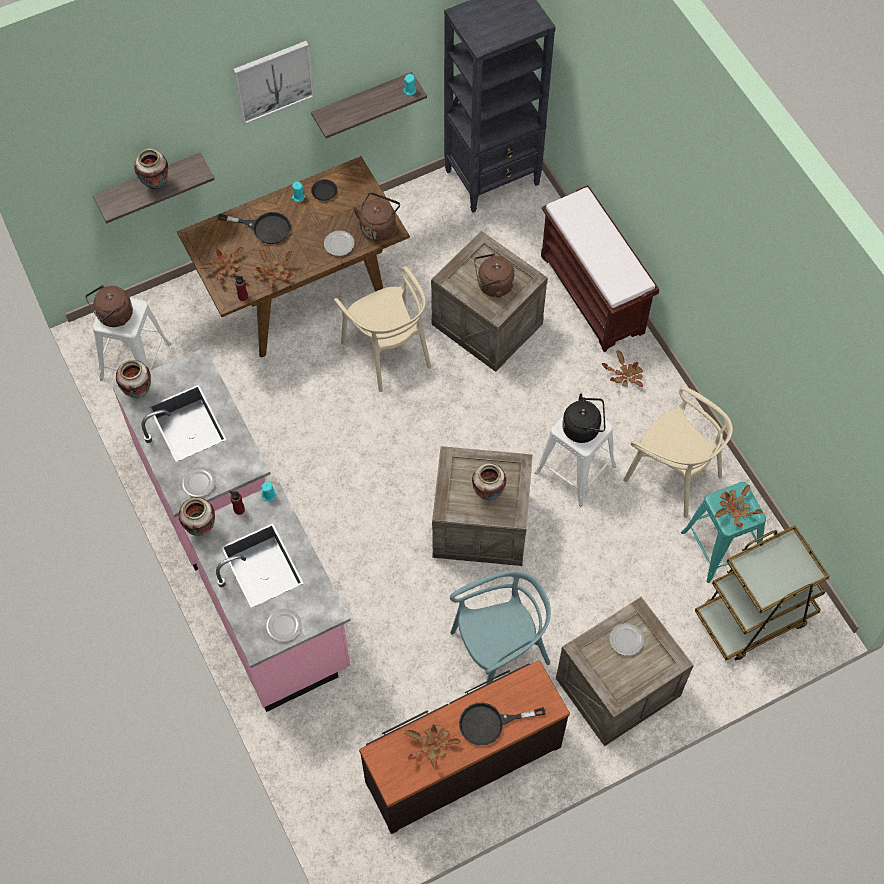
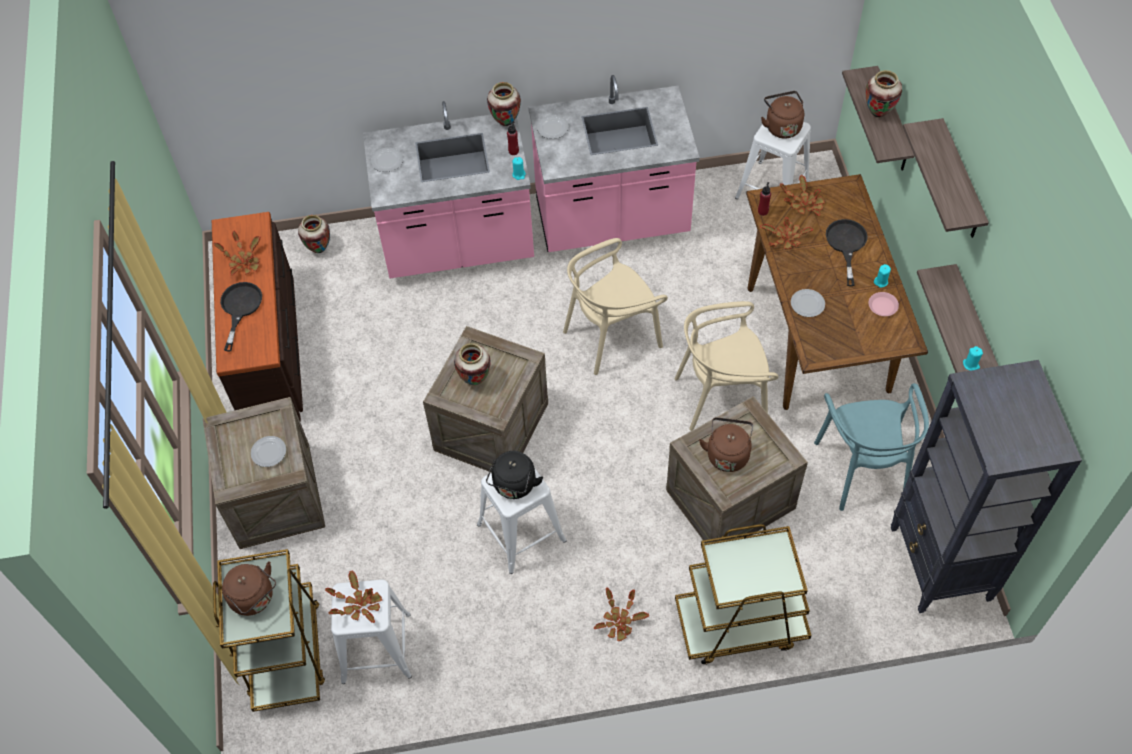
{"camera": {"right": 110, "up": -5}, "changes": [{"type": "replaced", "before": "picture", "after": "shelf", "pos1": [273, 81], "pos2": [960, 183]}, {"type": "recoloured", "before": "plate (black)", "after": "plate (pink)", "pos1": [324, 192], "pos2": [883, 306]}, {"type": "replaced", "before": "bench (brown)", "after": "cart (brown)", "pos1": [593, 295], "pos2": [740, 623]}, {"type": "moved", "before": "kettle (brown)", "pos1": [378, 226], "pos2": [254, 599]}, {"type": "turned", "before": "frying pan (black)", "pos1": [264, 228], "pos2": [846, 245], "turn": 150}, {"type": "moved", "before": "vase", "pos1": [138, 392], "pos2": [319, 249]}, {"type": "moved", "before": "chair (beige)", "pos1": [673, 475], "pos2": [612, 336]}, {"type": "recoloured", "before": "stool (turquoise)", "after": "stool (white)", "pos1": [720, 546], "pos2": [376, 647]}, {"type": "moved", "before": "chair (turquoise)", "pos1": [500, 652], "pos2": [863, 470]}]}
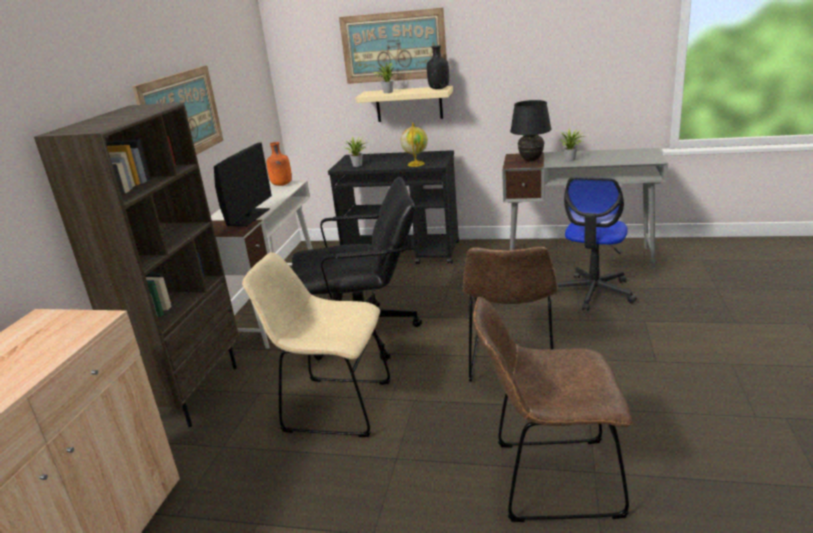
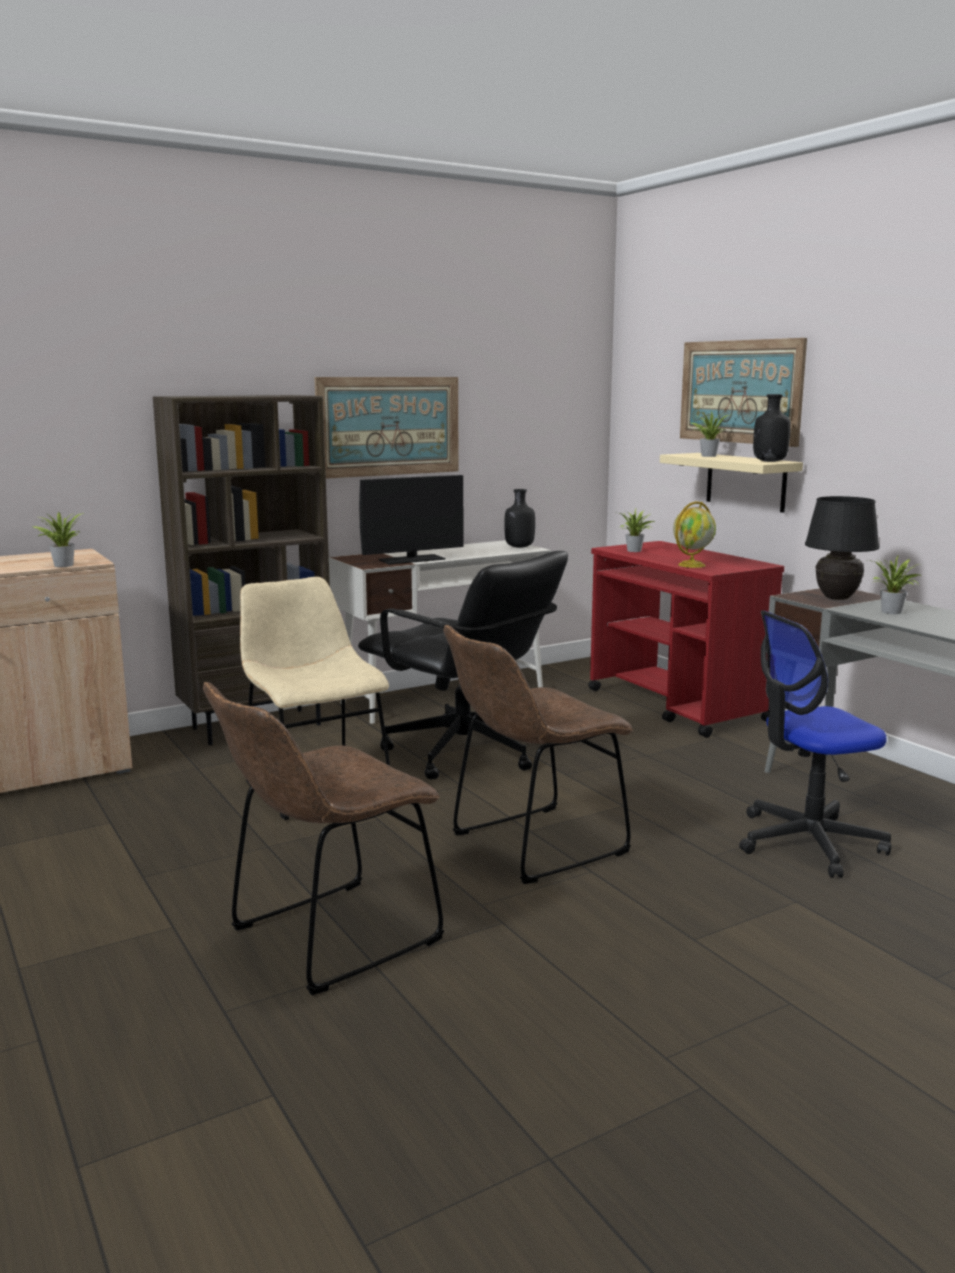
{"camera": {"right": 45, "up": -10}, "changes": [{"type": "recoloured", "before": "bottle (orange)", "after": "bottle (black)", "pos1": [281, 184], "pos2": [519, 547]}, {"type": "recoloured", "before": "cart (black)", "after": "cart (red)", "pos1": [403, 253], "pos2": [677, 705]}, {"type": "turned", "before": "chair (brown)", "pos1": [549, 479], "pos2": [327, 939], "turn": -90}, {"type": "added", "after": "potted plant", "pos2": [62, 565]}]}
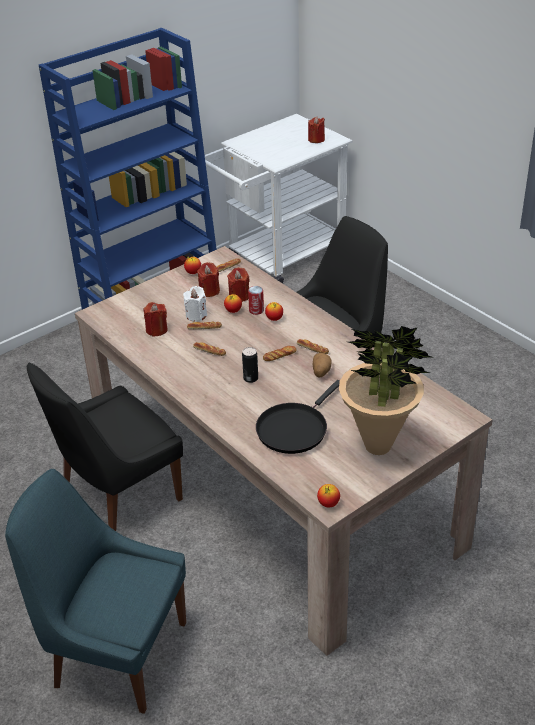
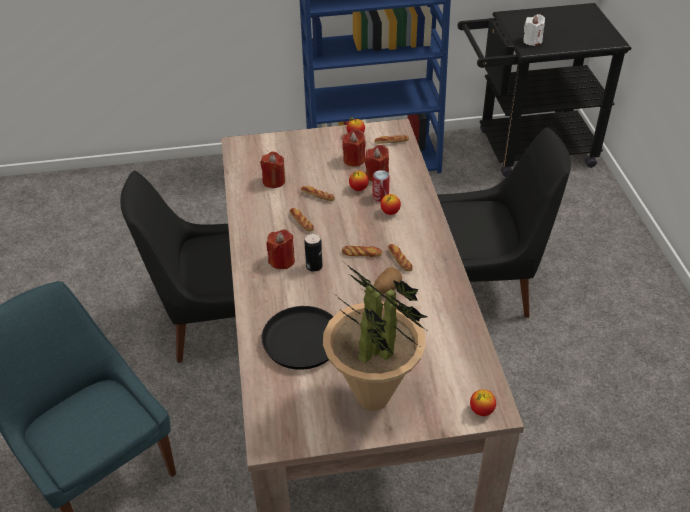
{"camera": {"right": 30, "up": 5}, "changes": [{"type": "recoloured", "before": "cart (white)", "after": "cart (black)", "pos1": [278, 258], "pos2": [525, 149]}, {"type": "moved", "before": "candle (red)", "pos1": [316, 140], "pos2": [282, 261]}, {"type": "moved", "before": "candle (white)", "pos1": [196, 315], "pos2": [532, 41]}, {"type": "moved", "before": "apple", "pos1": [328, 504], "pos2": [481, 410]}]}
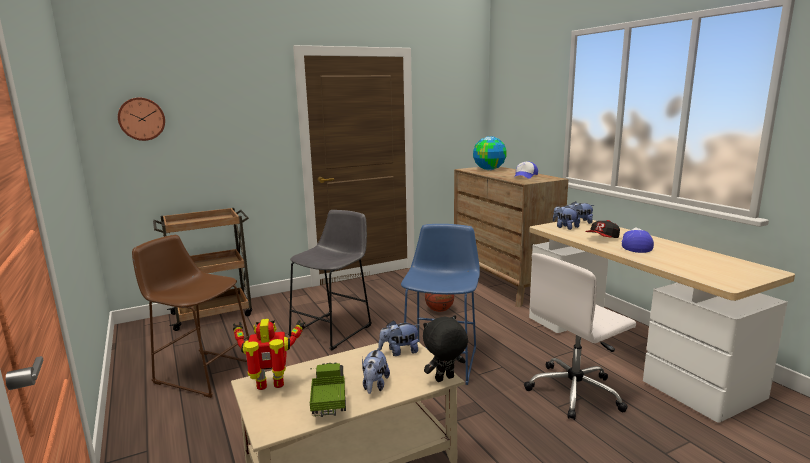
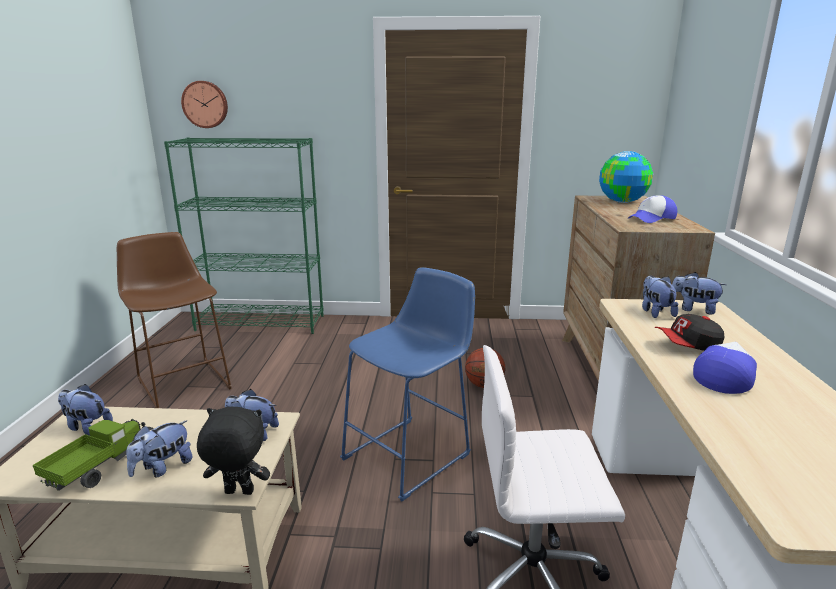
{"camera": {"right": 30, "up": 5}, "changes": [{"type": "replaced", "before": "cart (brown)", "after": "bookcase (green)", "pos1": [213, 314], "pos2": [261, 323]}, {"type": "removed", "before": "stool (grey)", "pos1": [334, 329]}, {"type": "replaced", "before": "toy robot", "after": "plush toy", "pos1": [271, 386], "pos2": [87, 426]}]}
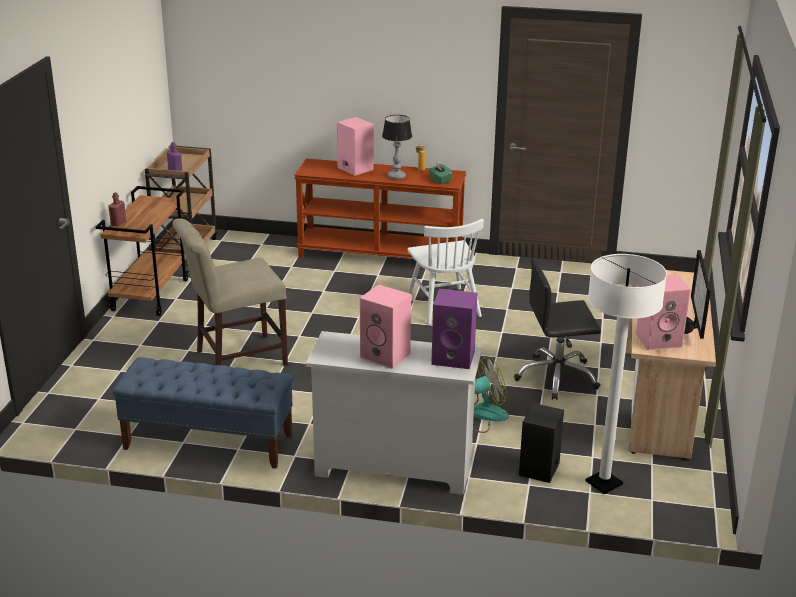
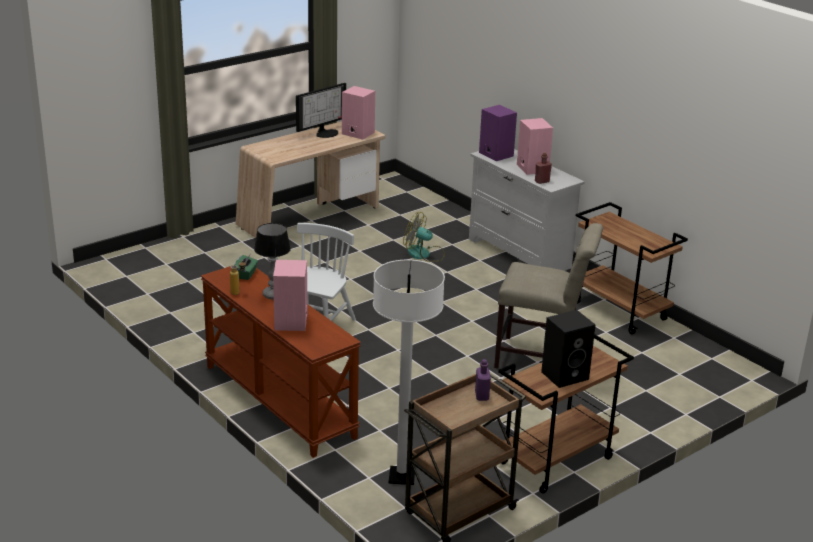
{"camera": {"right": -140, "up": 0}, "changes": [{"type": "moved", "before": "bottle (red)", "pos1": [118, 223], "pos2": [542, 181]}, {"type": "moved", "before": "floor lamp (white)", "pos1": [604, 483], "pos2": [402, 477]}, {"type": "removed", "before": "office chair (black)", "pos1": [557, 377]}, {"type": "replaced", "before": "bench (blue)", "after": "cart (brown)", "pos1": [208, 442], "pos2": [620, 311]}, {"type": "moved", "before": "speaker (black)", "pos1": [539, 470], "pos2": [565, 375]}]}
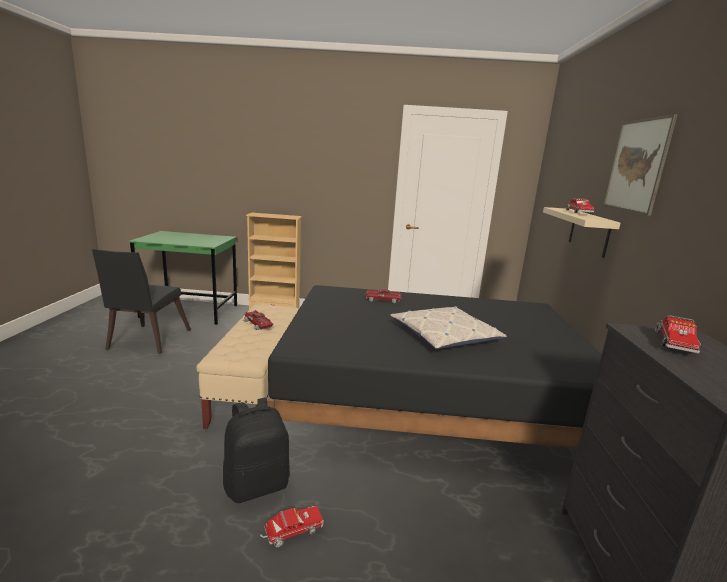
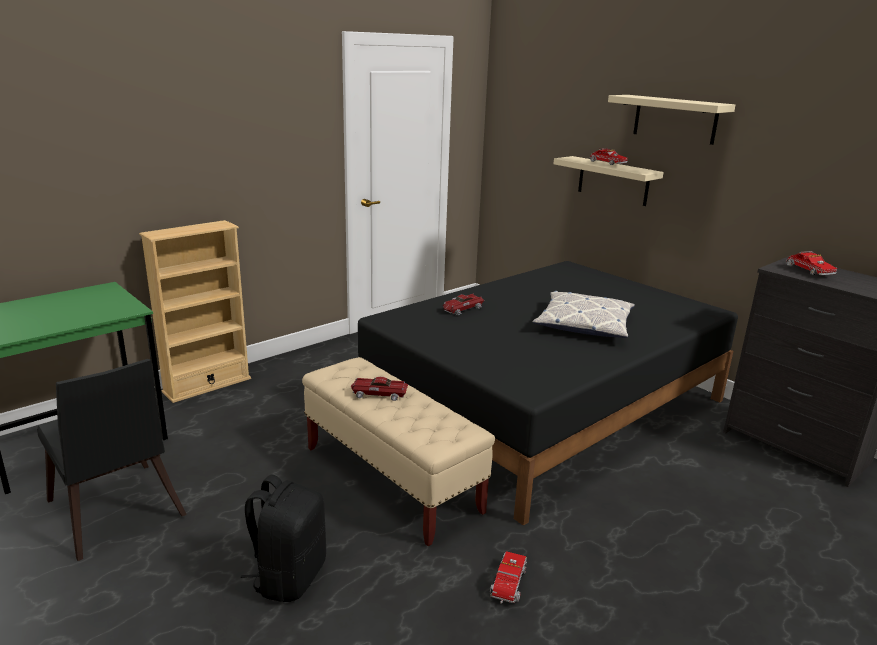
{"camera": {"right": -45, "up": 5}, "changes": [{"type": "replaced", "before": "picture", "after": "shelf (beige)", "pos1": [636, 166], "pos2": [675, 119]}, {"type": "moved", "before": "backpack (black)", "pos1": [257, 484], "pos2": [289, 576]}, {"type": "moved", "before": "toy truck", "pos1": [291, 532], "pos2": [508, 586]}]}
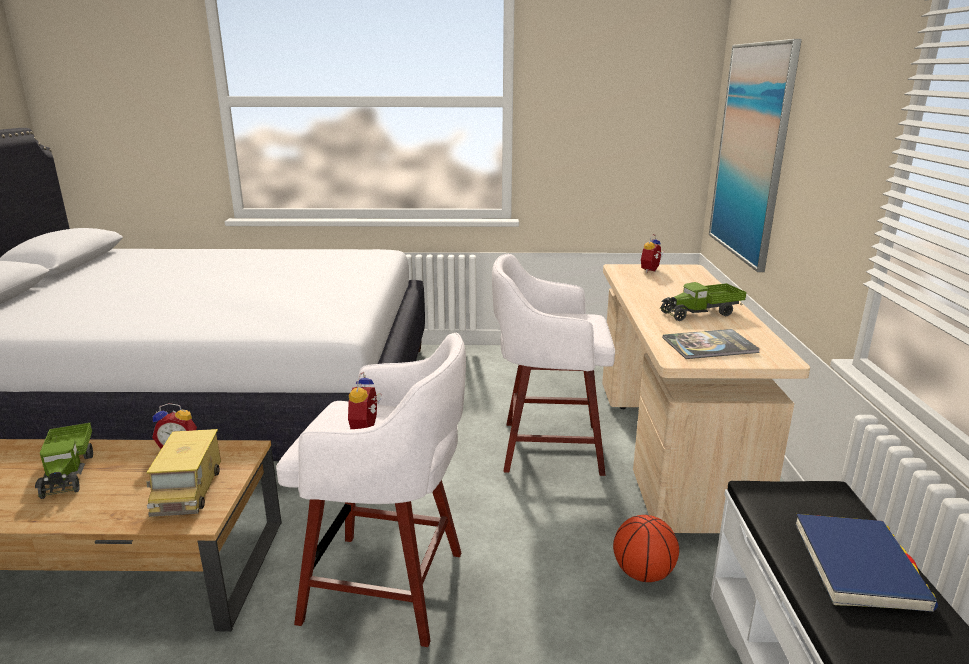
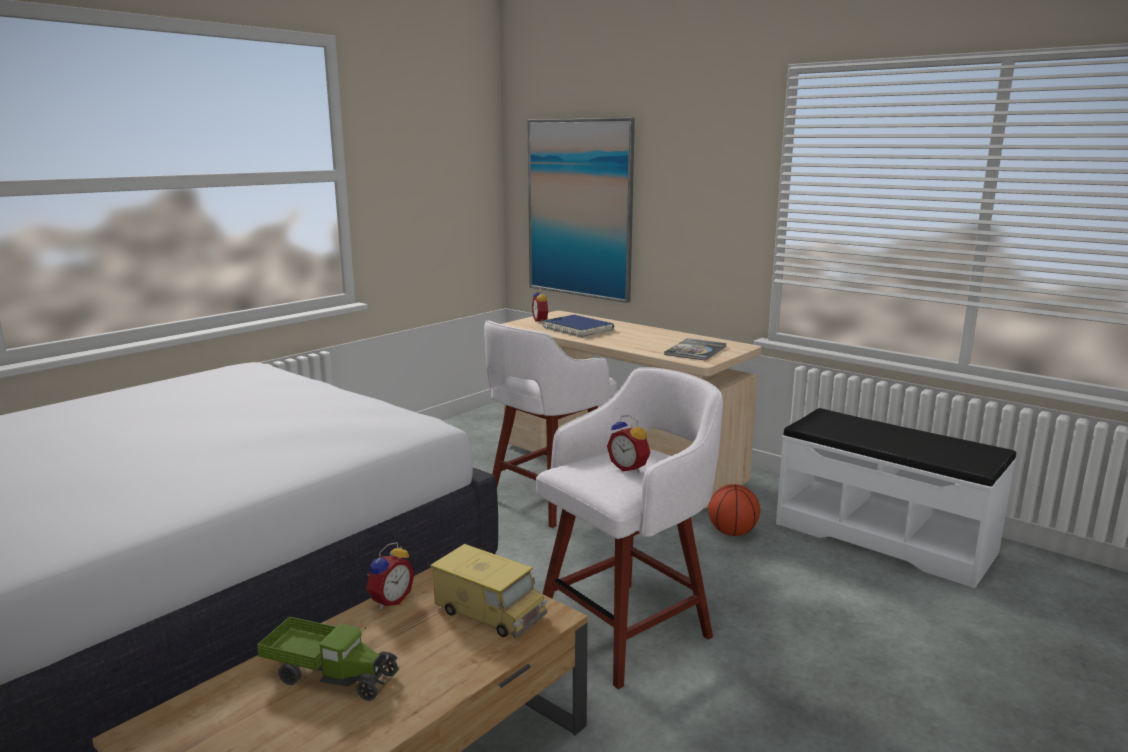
{"camera": {"right": -50, "up": -5}, "changes": [{"type": "removed", "before": "toy truck", "pos1": [701, 313]}, {"type": "moved", "before": "book (blue)", "pos1": [858, 566], "pos2": [578, 329]}]}
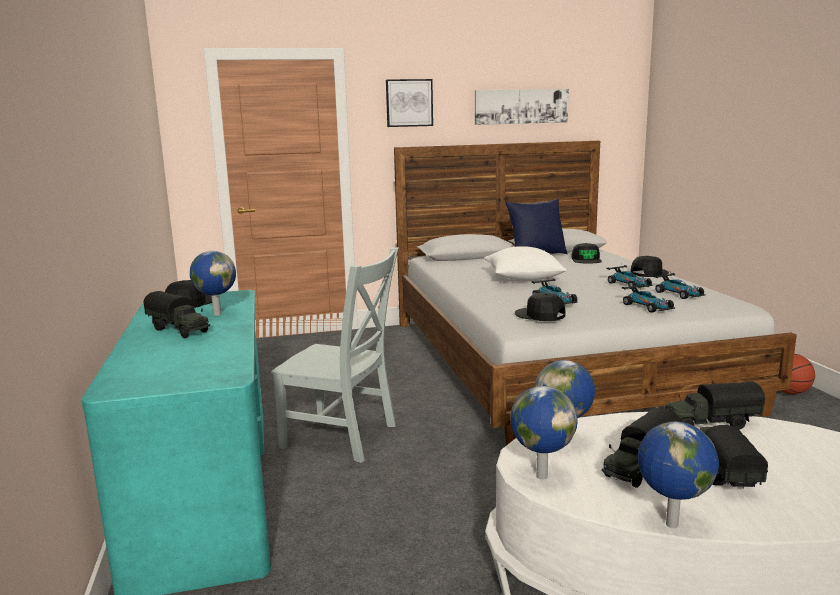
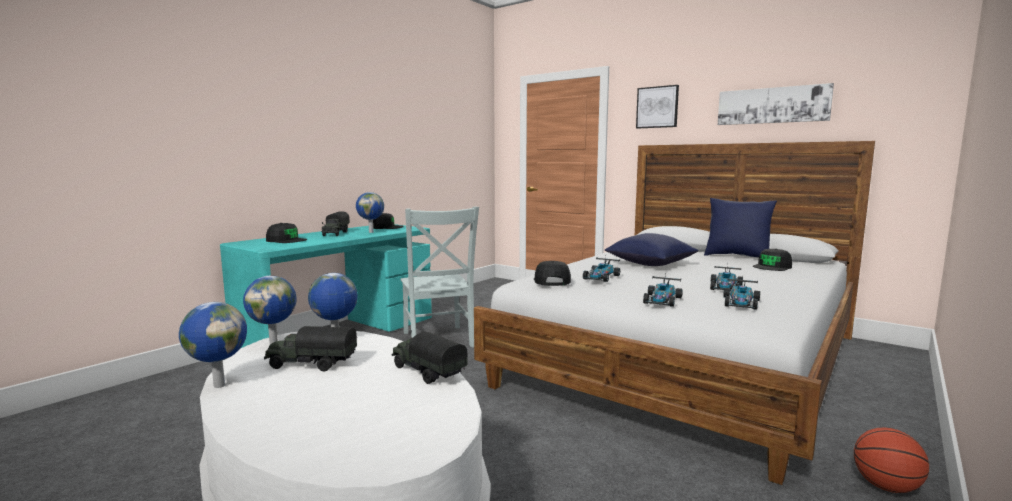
{"camera": {"right": 50, "up": -5}, "changes": [{"type": "recoloured", "before": "pillow (white)", "after": "pillow (blue)", "pos1": [523, 278], "pos2": [650, 264]}, {"type": "moved", "before": "cap (black)", "pos1": [648, 273], "pos2": [286, 240]}, {"type": "removed", "before": "toy truck", "pos1": [722, 471]}]}
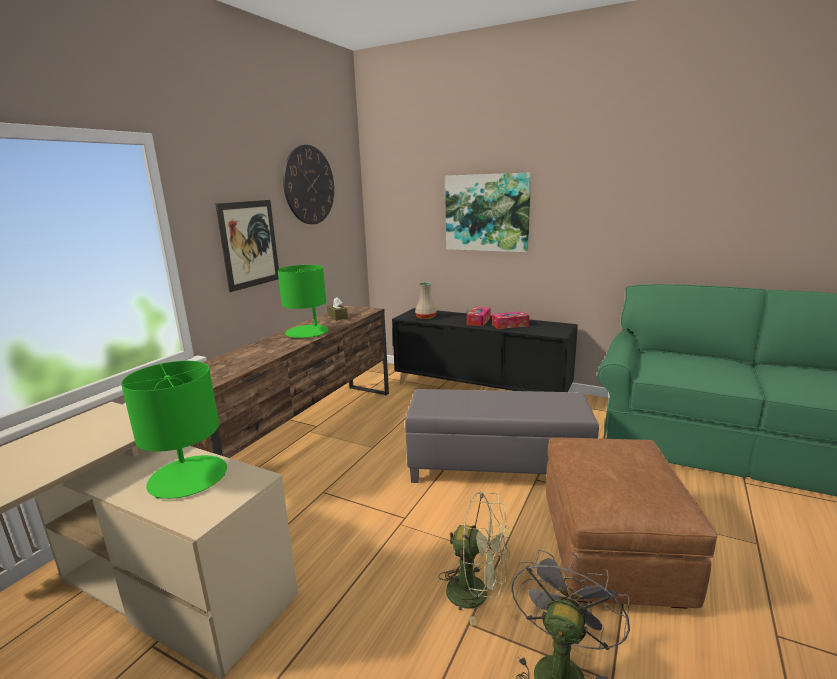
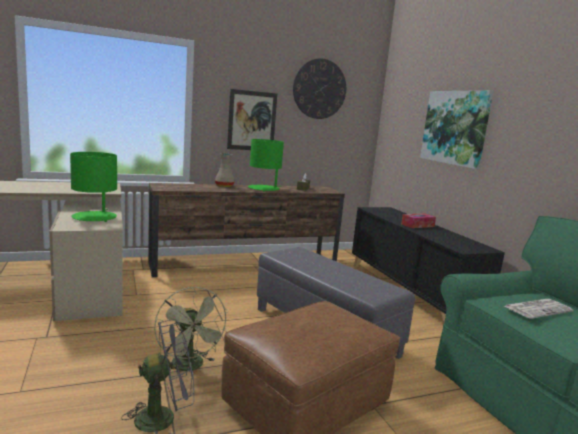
{"camera": {"right": 40, "up": -5}, "changes": [{"type": "moved", "before": "vase (beige)", "pos1": [426, 317], "pos2": [225, 186]}, {"type": "removed", "before": "tissue box", "pos1": [510, 325]}, {"type": "added", "after": "newspaper", "pos2": [537, 309]}]}
